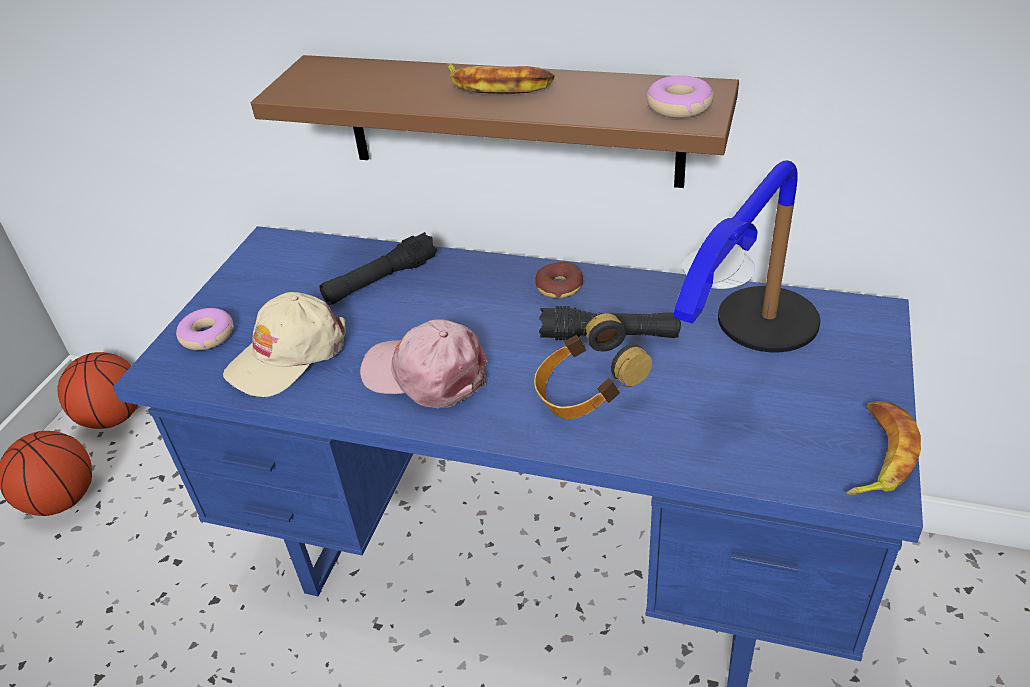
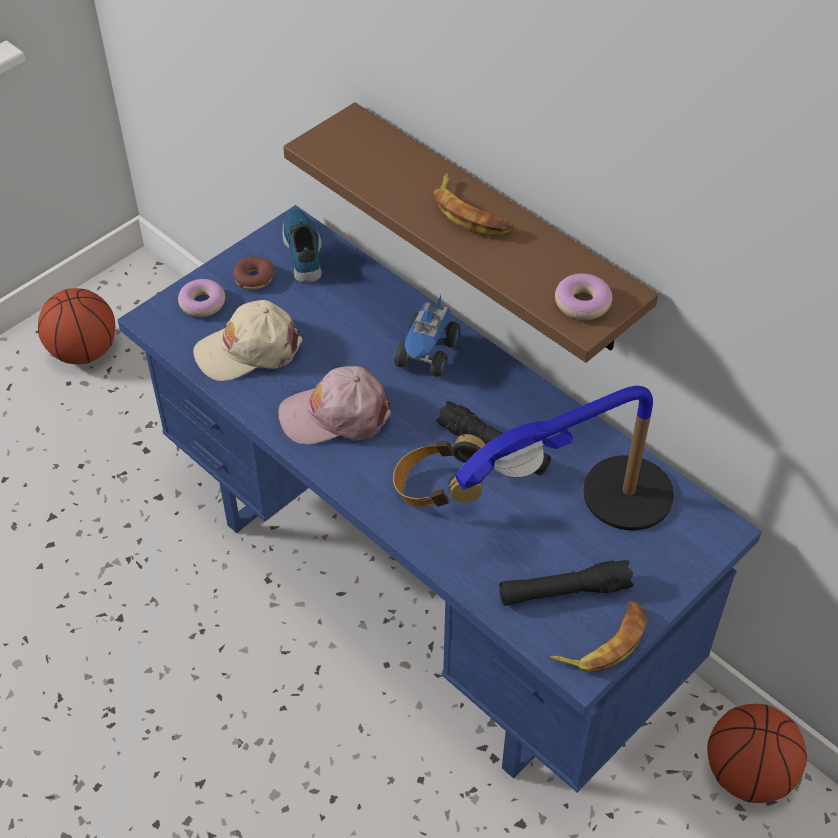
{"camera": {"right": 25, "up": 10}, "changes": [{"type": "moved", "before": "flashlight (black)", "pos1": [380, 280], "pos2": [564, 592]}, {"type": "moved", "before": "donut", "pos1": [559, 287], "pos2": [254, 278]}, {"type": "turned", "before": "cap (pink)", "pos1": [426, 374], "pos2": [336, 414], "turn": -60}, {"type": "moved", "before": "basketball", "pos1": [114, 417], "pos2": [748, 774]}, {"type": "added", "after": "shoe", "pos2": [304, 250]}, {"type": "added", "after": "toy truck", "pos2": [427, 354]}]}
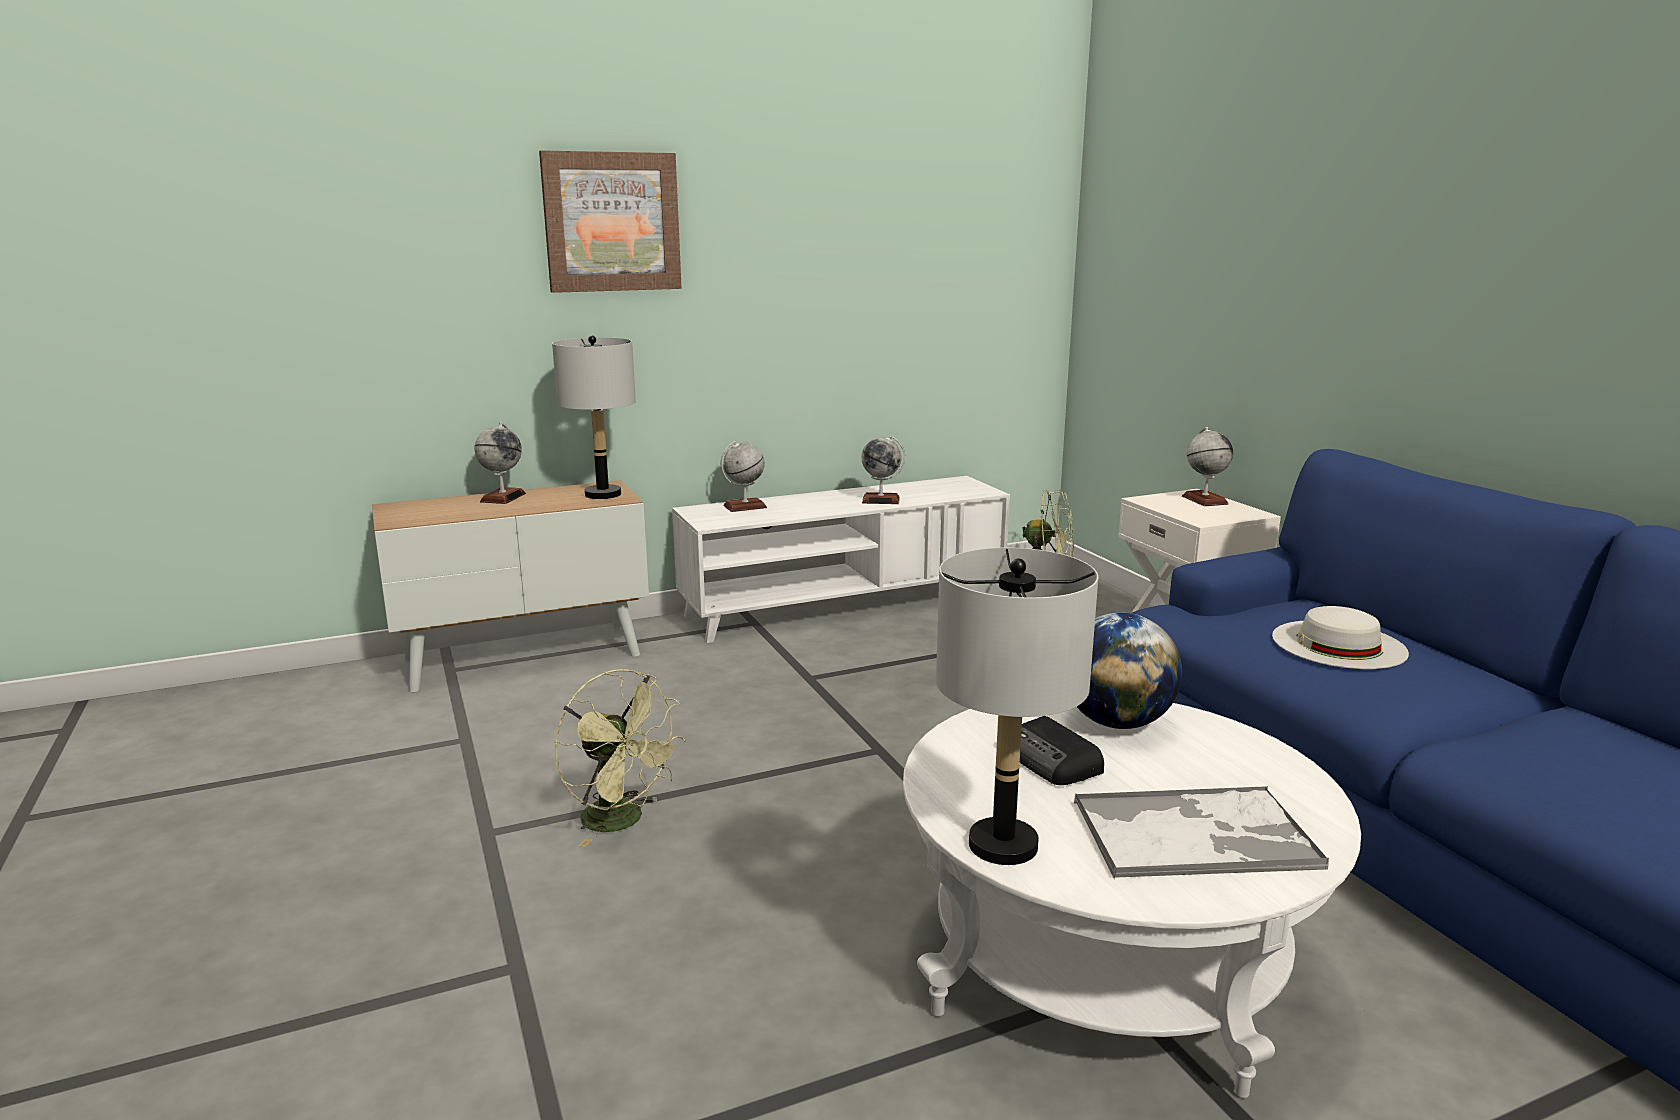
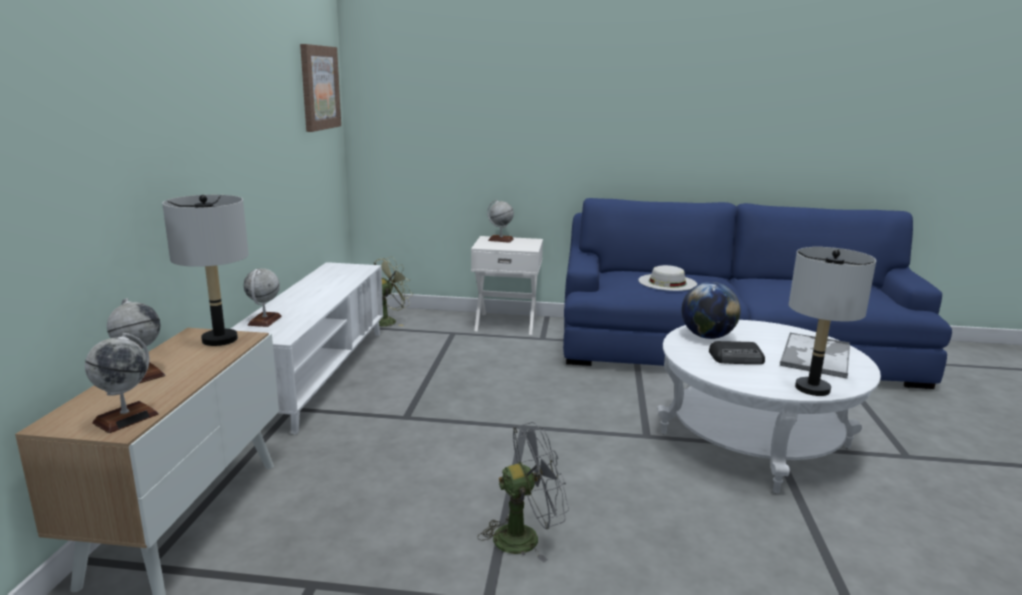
{"camera": {"right": -60, "up": 0}, "changes": [{"type": "moved", "before": "picture", "pos1": [611, 222], "pos2": [319, 87]}, {"type": "moved", "before": "globe", "pos1": [881, 500], "pos2": [126, 418]}, {"type": "recoloured", "before": "fan (green)", "after": "fan (grey)", "pos1": [623, 821], "pos2": [525, 536]}]}
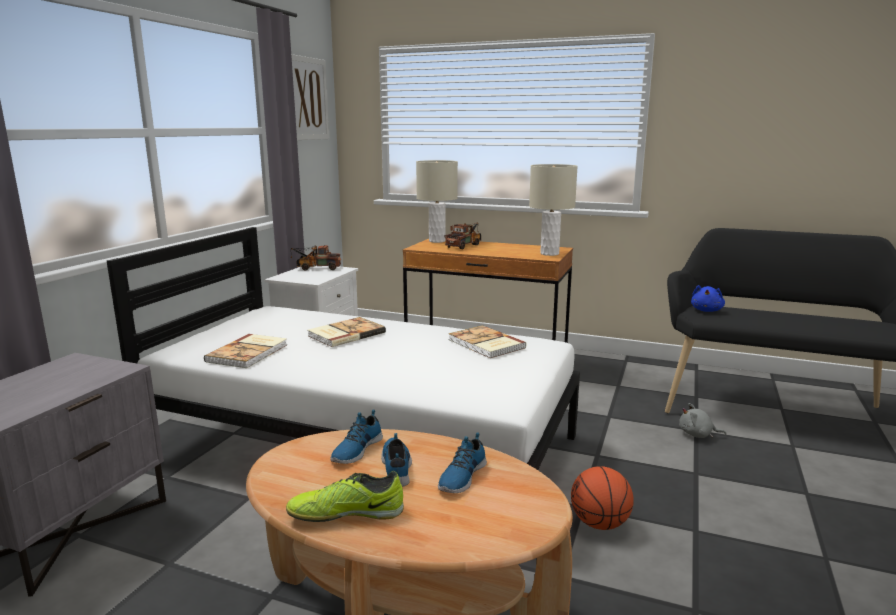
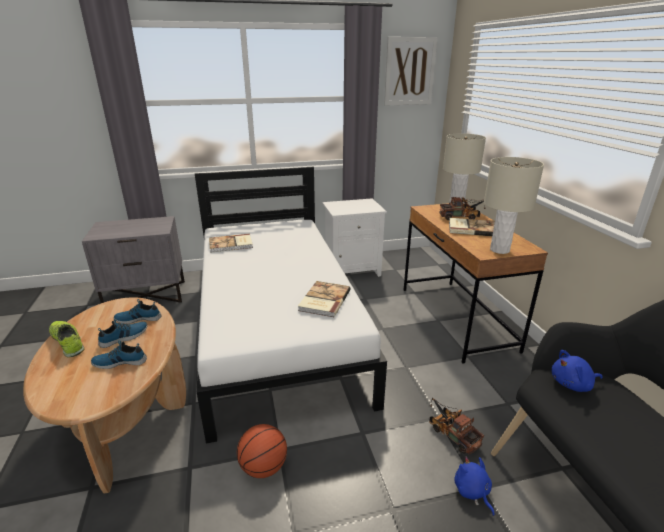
{"camera": {"right": 55, "up": 10}, "changes": [{"type": "moved", "before": "toy truck", "pos1": [316, 268], "pos2": [451, 433]}, {"type": "moved", "before": "book", "pos1": [345, 334], "pos2": [472, 228]}, {"type": "recoloured", "before": "plush toy (grey)", "after": "plush toy (blue)", "pos1": [697, 435], "pos2": [472, 491]}]}
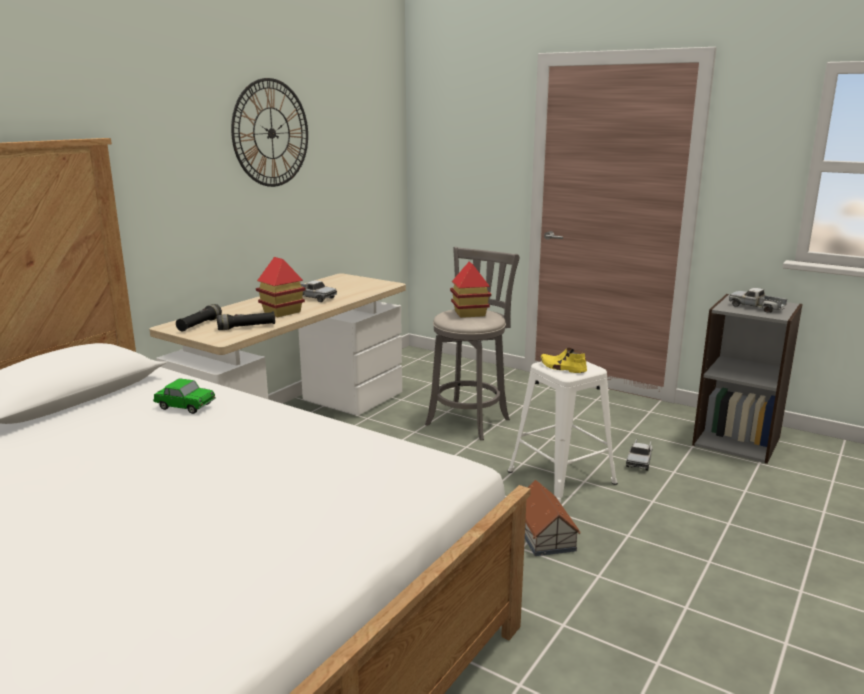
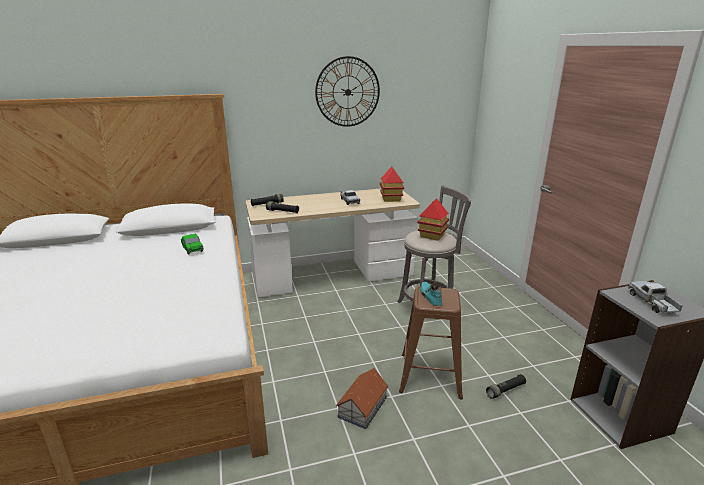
{"camera": {"right": 40, "up": 5}, "changes": [{"type": "moved", "before": "toy house", "pos1": [282, 312], "pos2": [391, 199]}, {"type": "recoloured", "before": "shoe (yellow)", "after": "shoe (turquoise)", "pos1": [562, 368], "pos2": [430, 296]}, {"type": "recoloured", "before": "stool (white)", "after": "stool (brown)", "pos1": [560, 477], "pos2": [429, 374]}, {"type": "replaced", "before": "toy truck", "after": "flashlight (black)", "pos1": [639, 460], "pos2": [505, 390]}]}
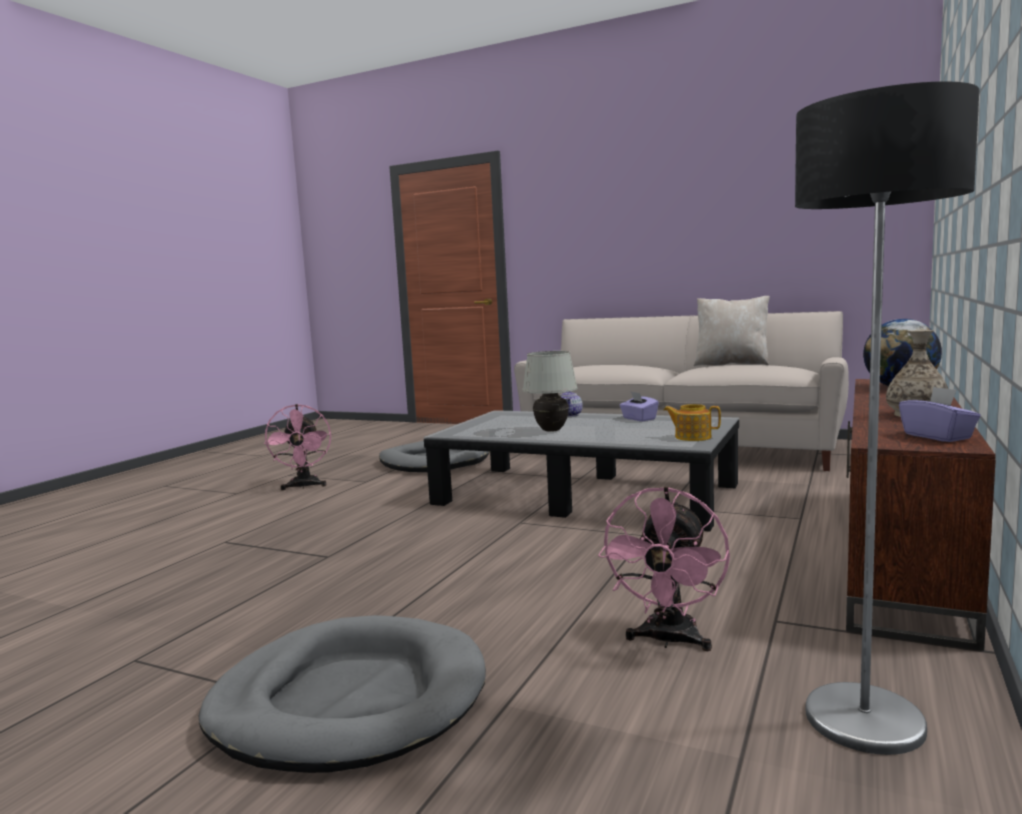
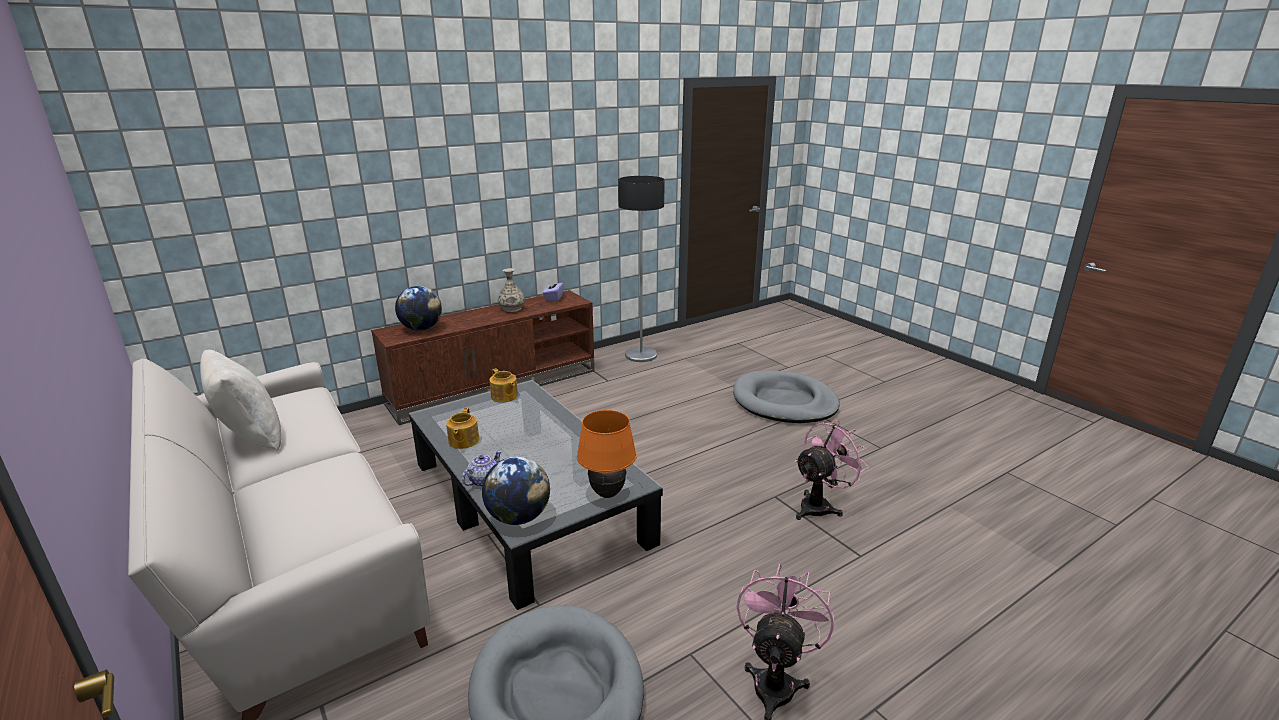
{"camera": {"right": -150, "up": 15}, "changes": [{"type": "removed", "before": "table lamp (white)", "pos1": [552, 430]}, {"type": "replaced", "before": "tissue box (purple)", "after": "teapot", "pos1": [638, 419], "pos2": [463, 441]}, {"type": "moved", "before": "fan (pink)", "pos1": [668, 640], "pos2": [820, 506]}, {"type": "added", "after": "table lamp (orange)", "pos2": [608, 494]}, {"type": "added", "after": "globe", "pos2": [518, 517]}]}
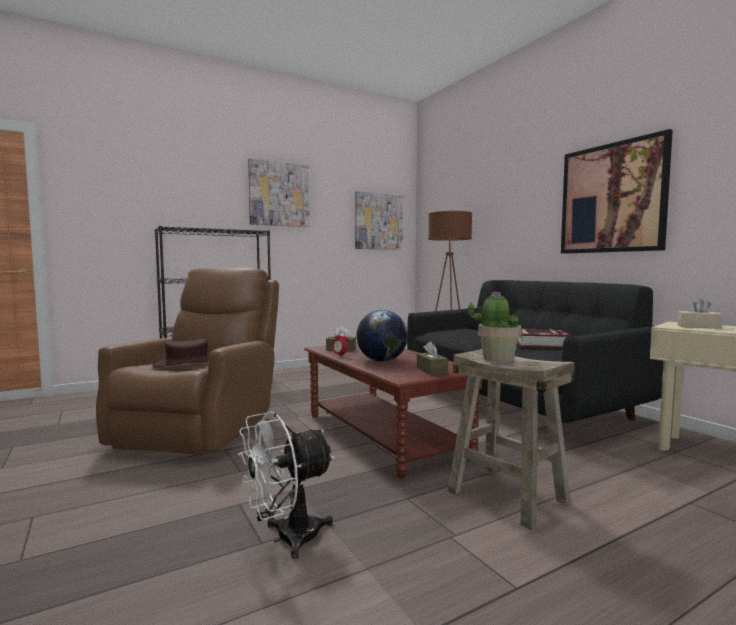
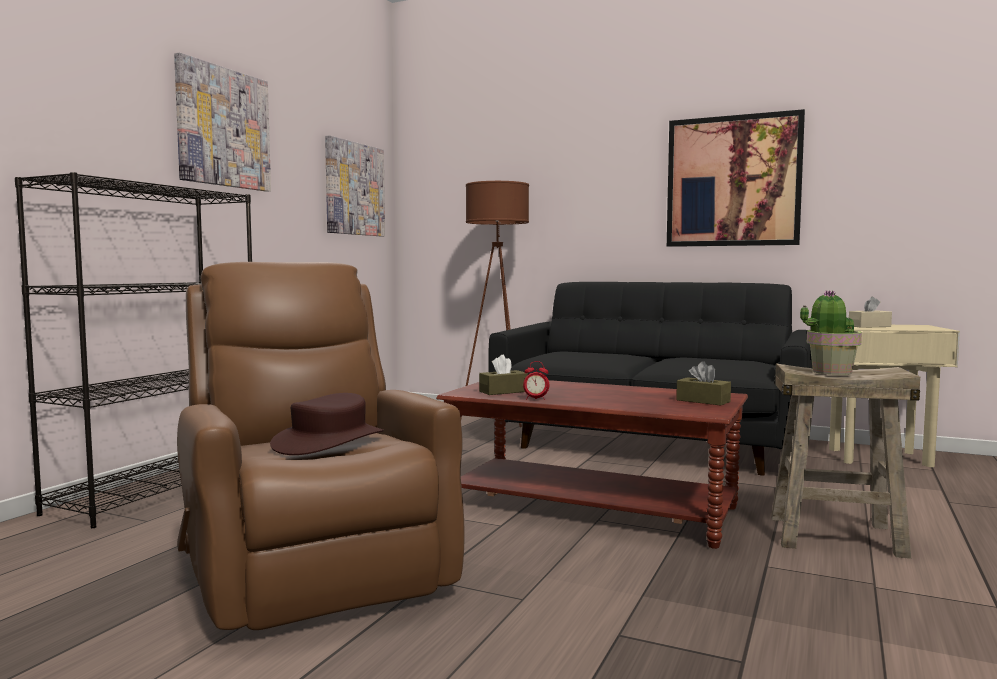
{"camera": {"right": -35, "up": 0}, "changes": [{"type": "removed", "before": "globe", "pos1": [382, 361]}, {"type": "removed", "before": "book", "pos1": [540, 344]}, {"type": "removed", "before": "fan (white)", "pos1": [286, 538]}]}
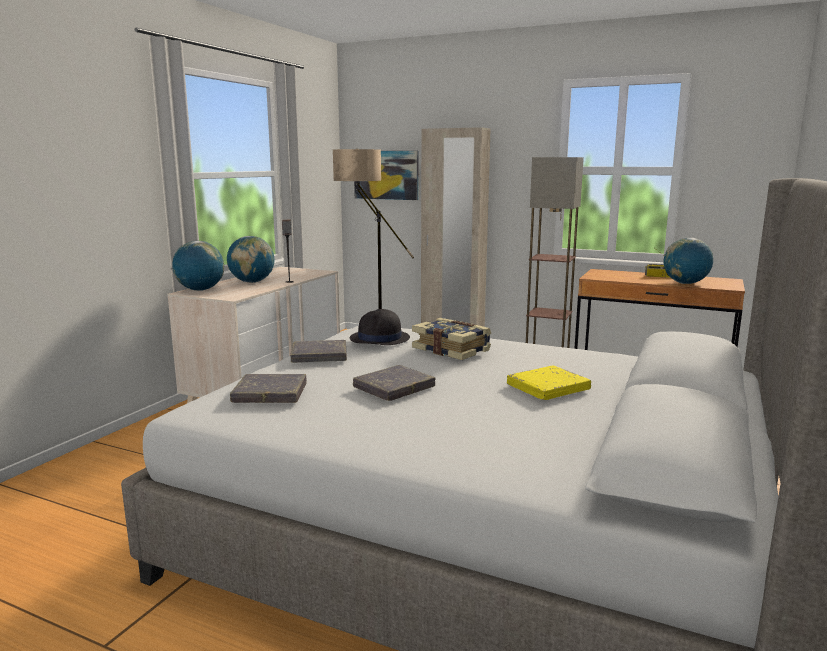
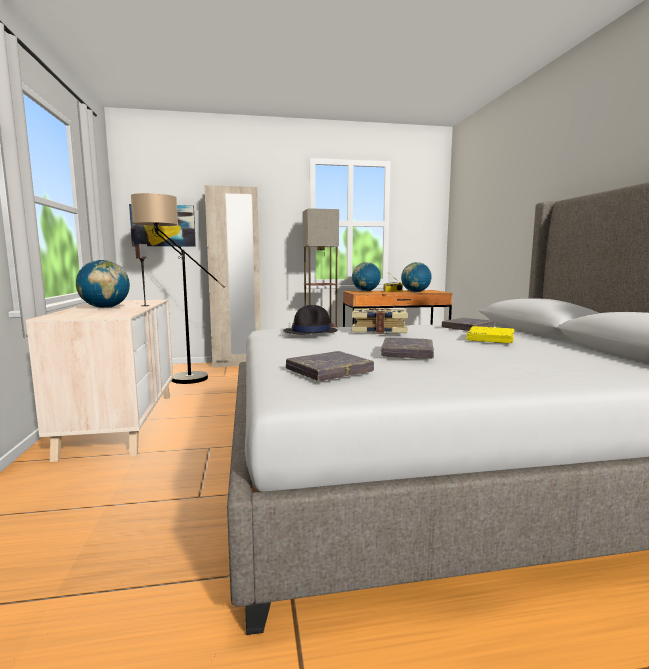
{"camera": {"right": -35, "up": -5}, "changes": [{"type": "moved", "before": "globe", "pos1": [200, 290], "pos2": [366, 291]}, {"type": "moved", "before": "book (grey)", "pos1": [319, 356], "pos2": [468, 328]}]}
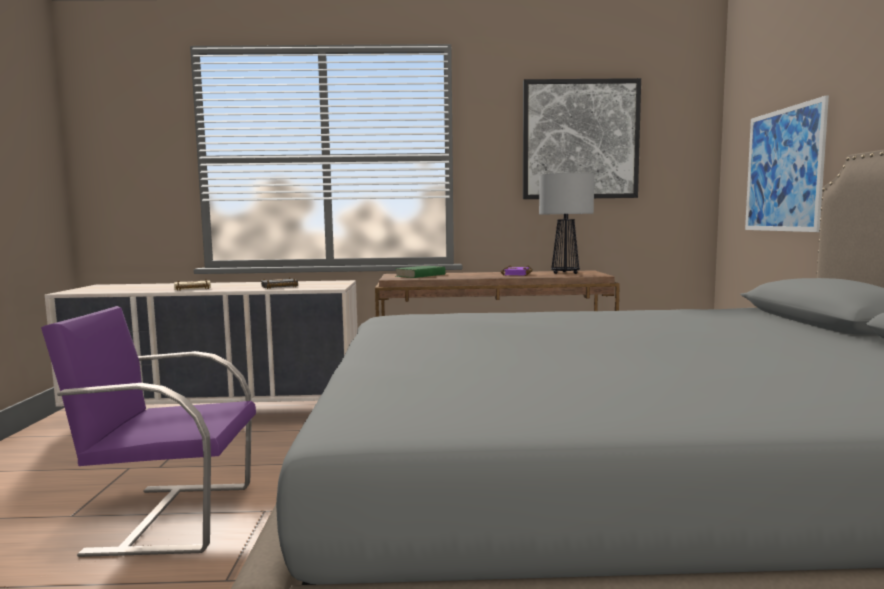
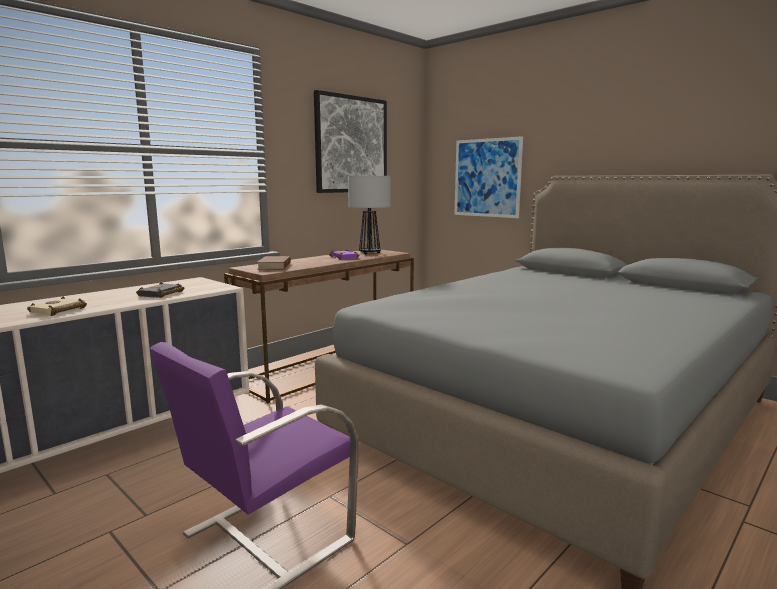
{"camera": {"right": -45, "up": 5}, "changes": [{"type": "recoloured", "before": "book (green)", "after": "book (brown)", "pos1": [420, 275], "pos2": [274, 266]}]}
